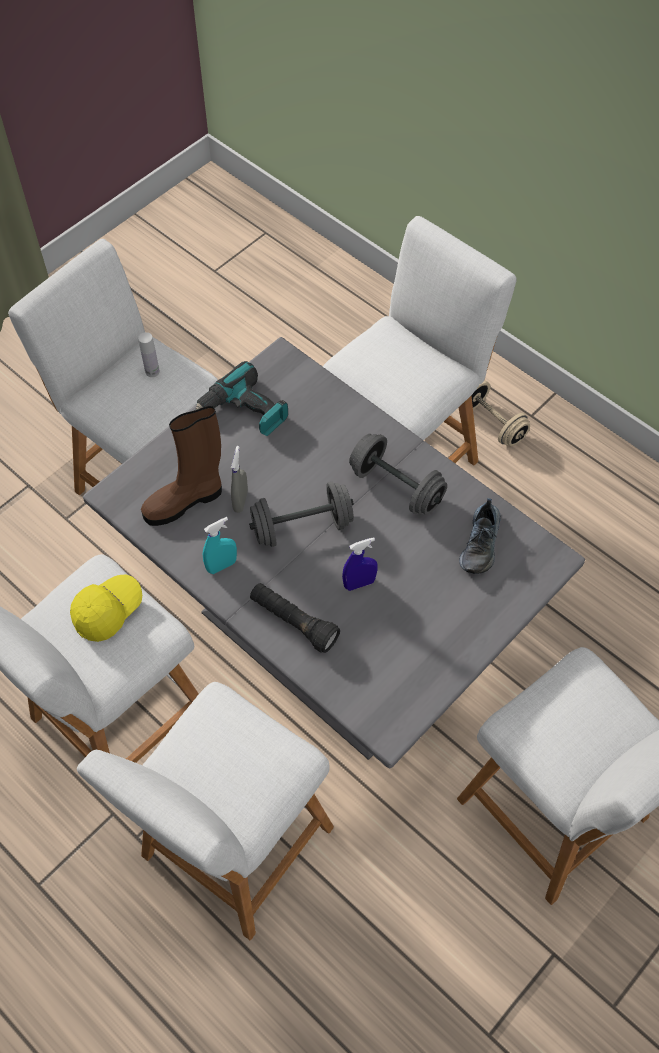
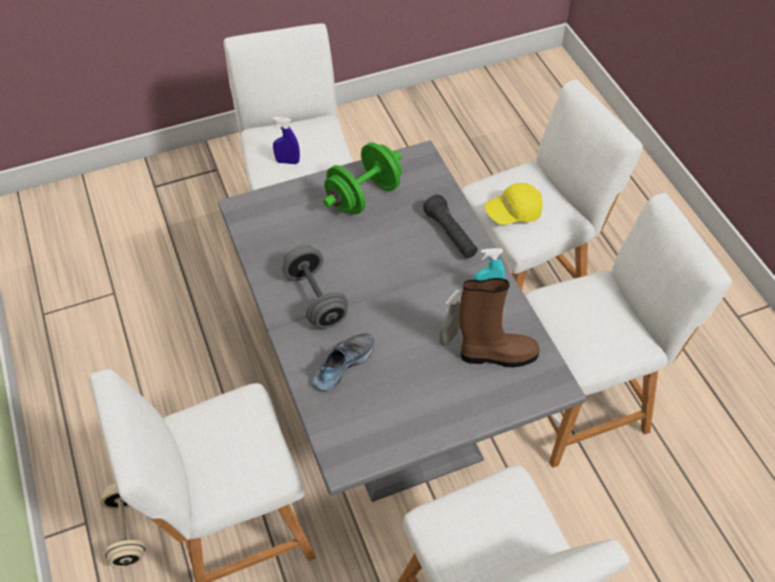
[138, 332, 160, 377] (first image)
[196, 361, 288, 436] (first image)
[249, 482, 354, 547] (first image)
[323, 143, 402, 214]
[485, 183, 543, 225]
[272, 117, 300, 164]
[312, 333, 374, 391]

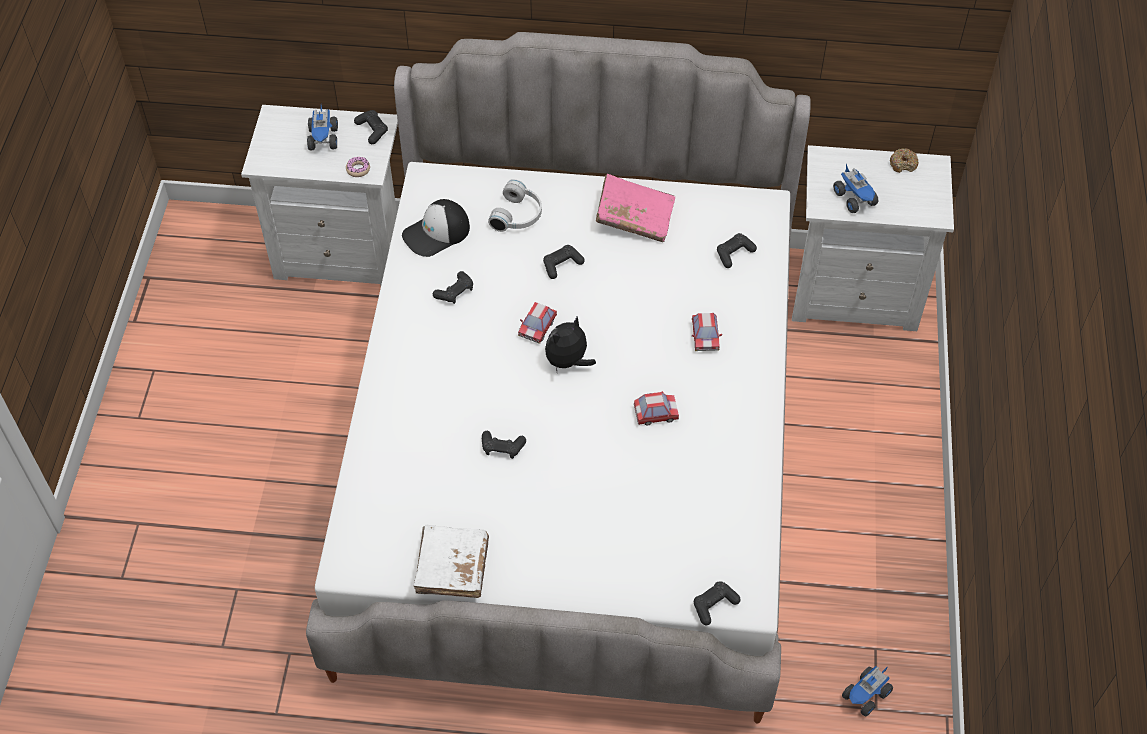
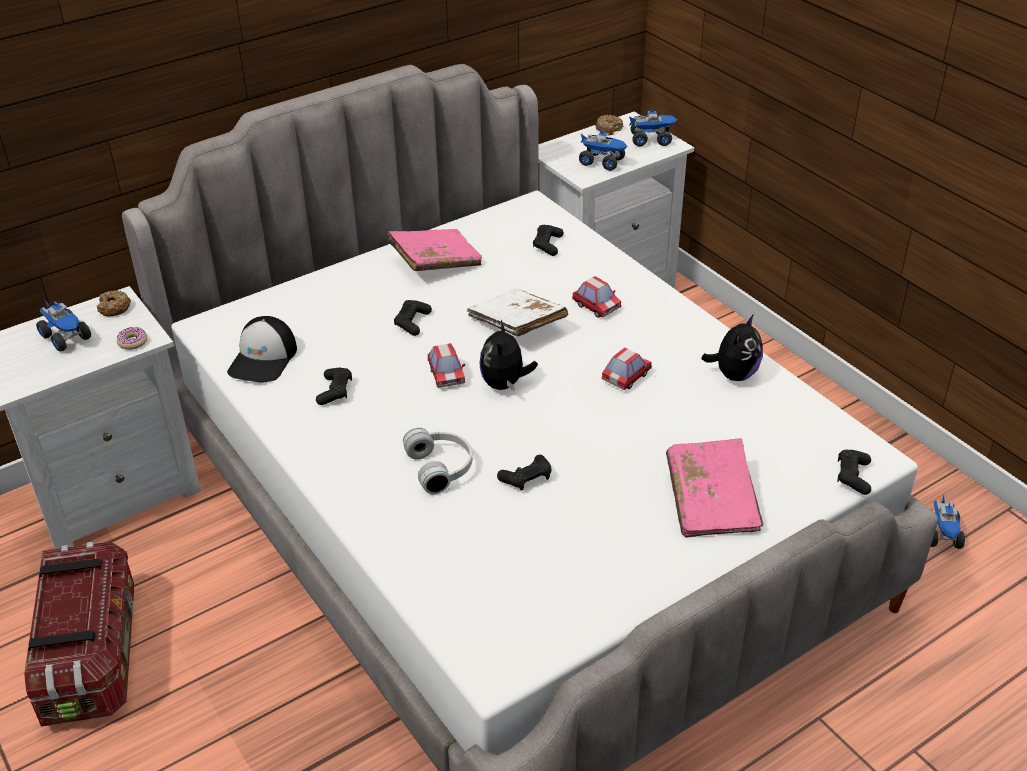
[24, 541, 135, 727]
[629, 108, 677, 146]
[666, 438, 763, 537]
[701, 314, 763, 381]
[467, 289, 568, 337]
[403, 427, 472, 494]
[96, 290, 131, 316]

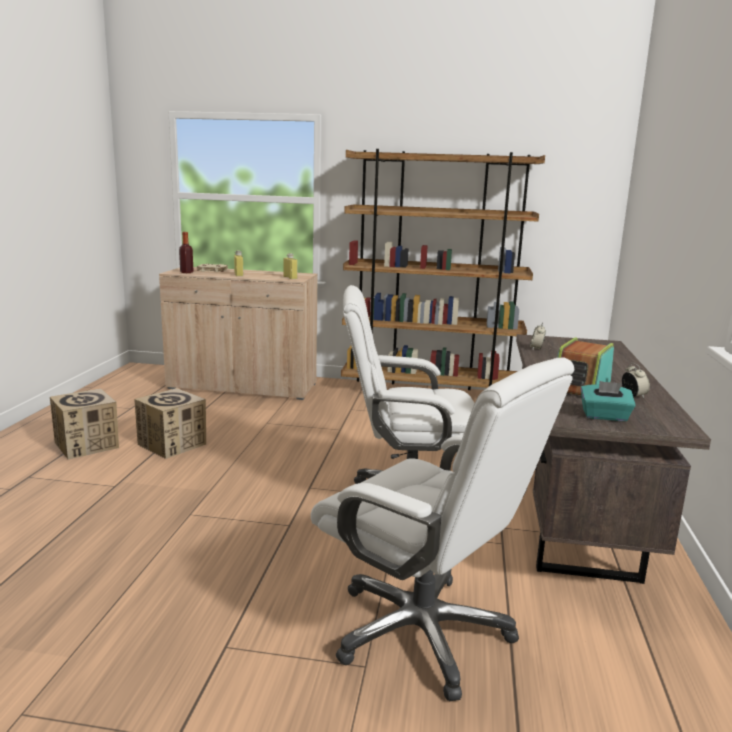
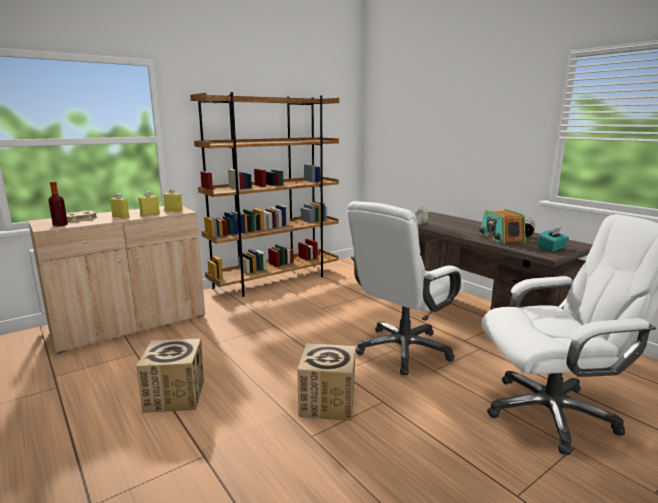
[138, 191, 160, 217]
[297, 343, 356, 421]

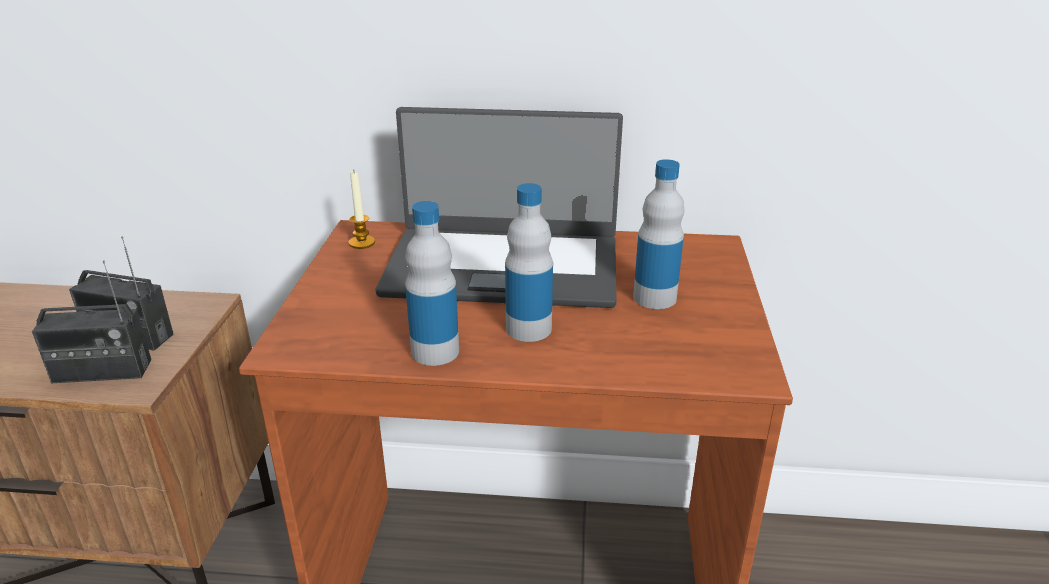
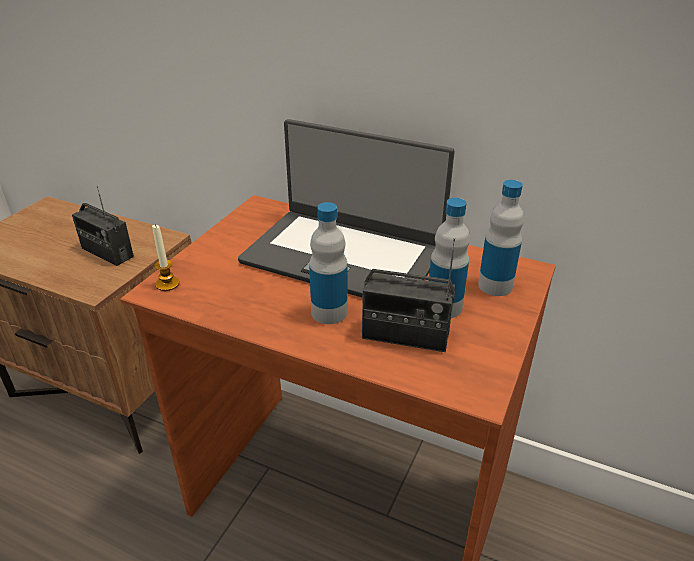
[362, 238, 455, 352]
[152, 224, 180, 291]
[478, 180, 524, 296]

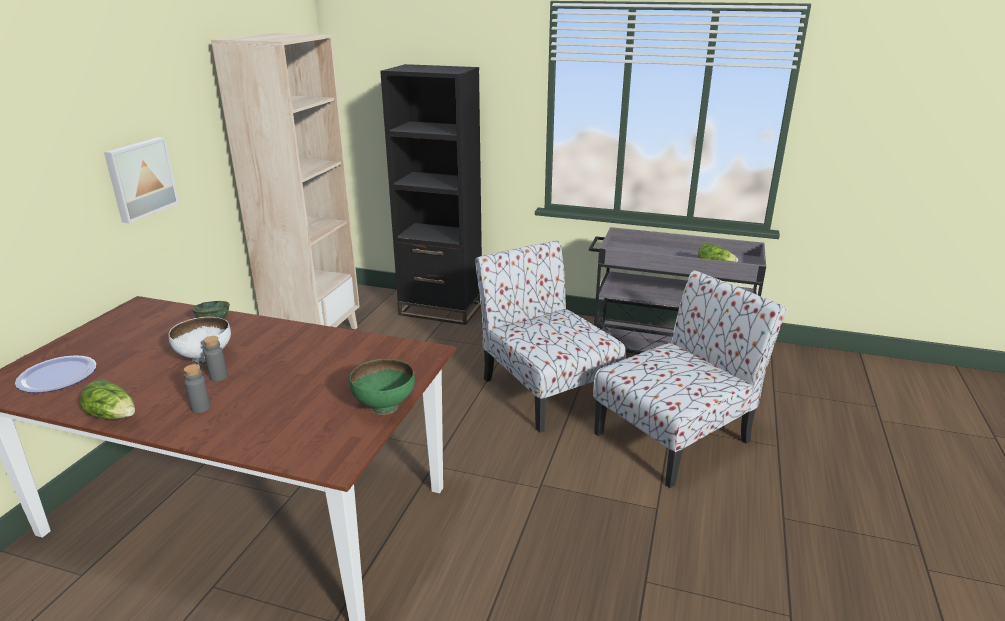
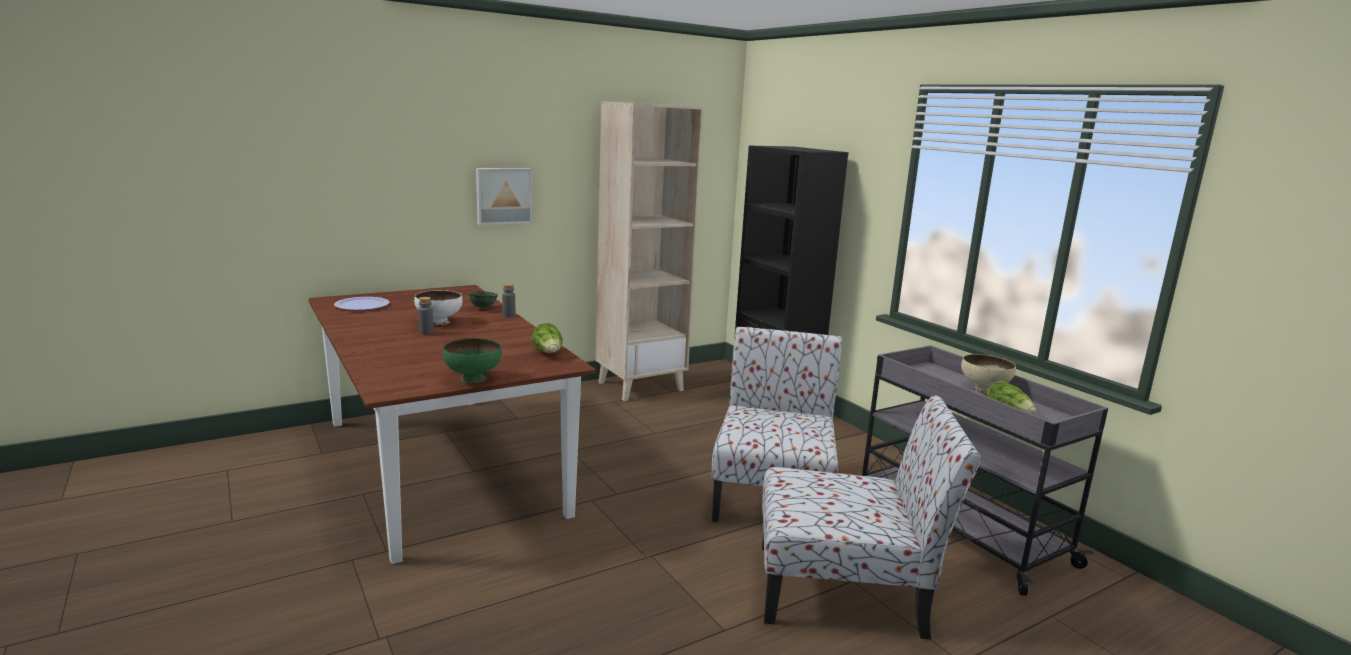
[961, 354, 1016, 394]
[531, 323, 563, 354]
[502, 283, 515, 317]

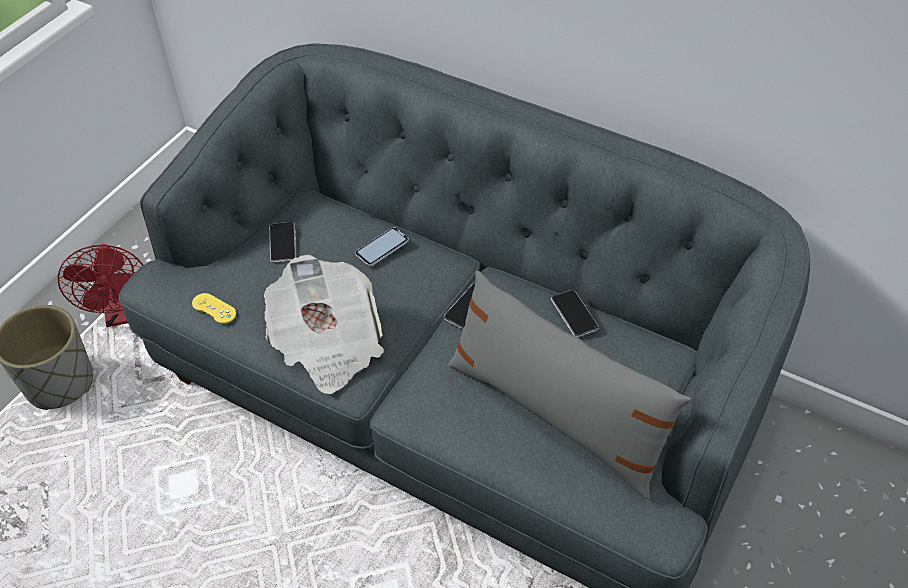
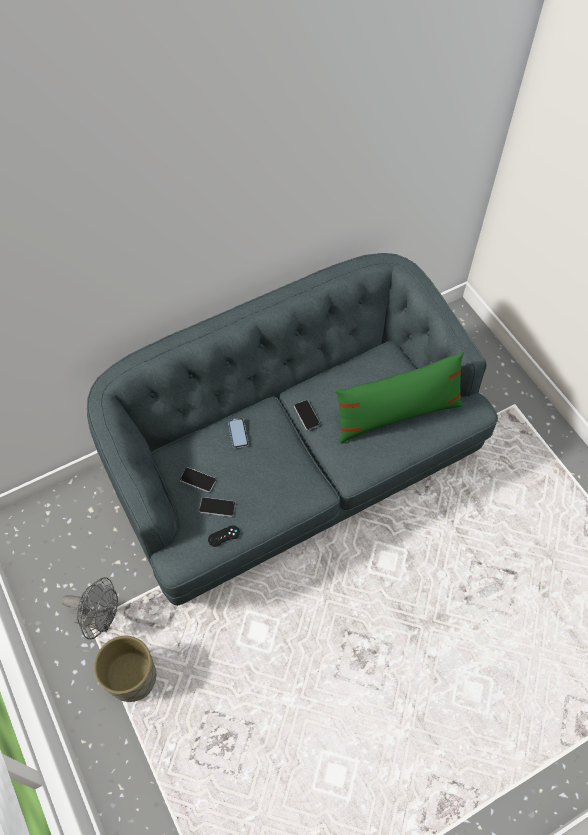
[264, 254, 384, 394] (first image)
[199, 497, 236, 517]
[61, 577, 118, 639]
[208, 526, 240, 547]
[335, 352, 464, 443]

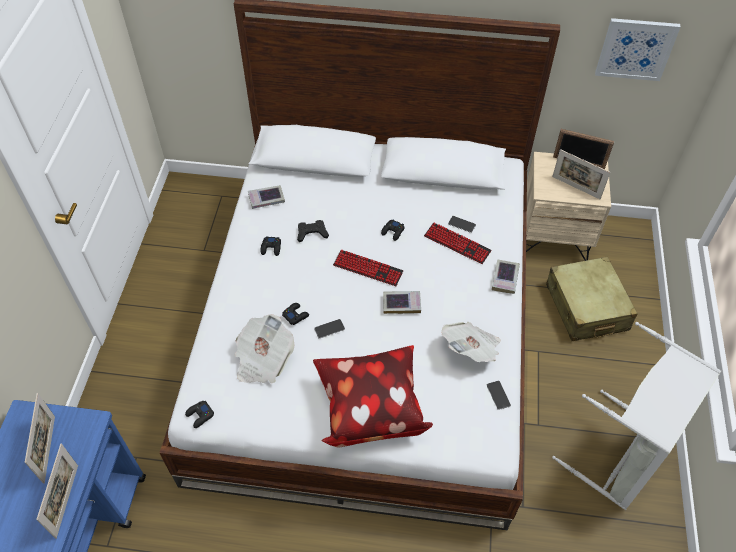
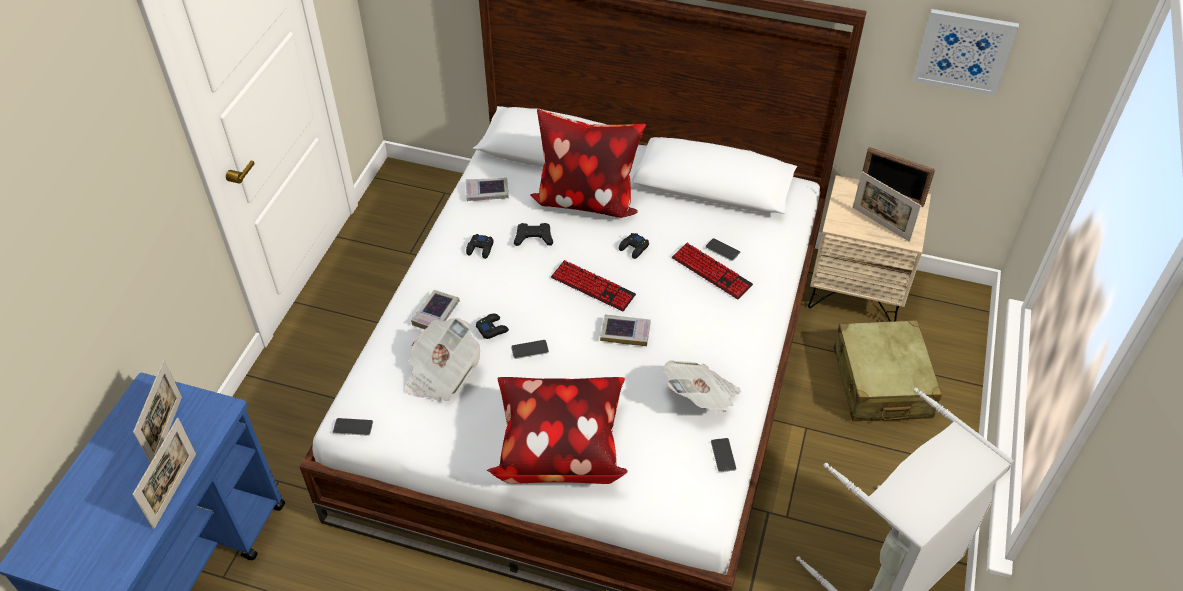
[530, 109, 646, 218]
[411, 290, 460, 329]
[333, 418, 373, 436]

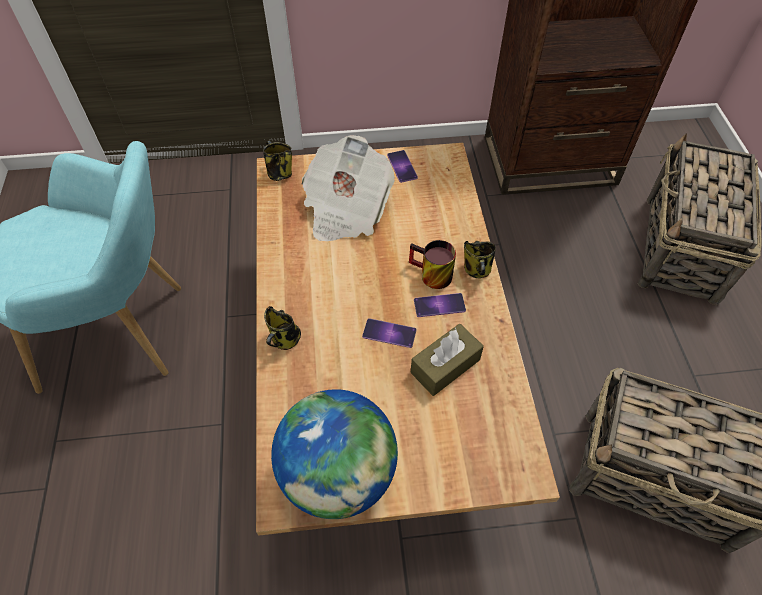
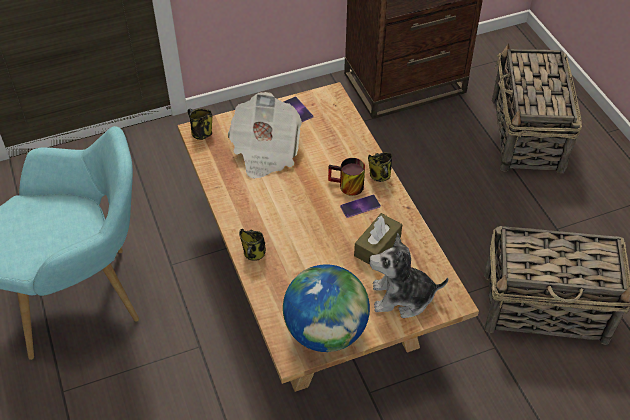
[362, 318, 417, 348] (first image)
[369, 233, 449, 318]

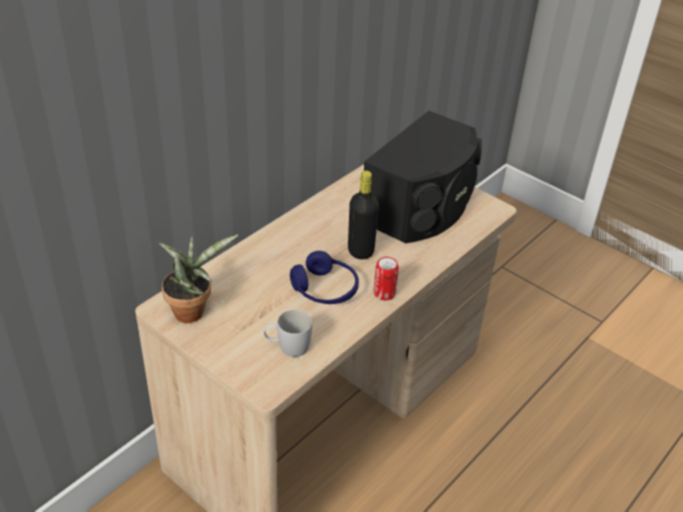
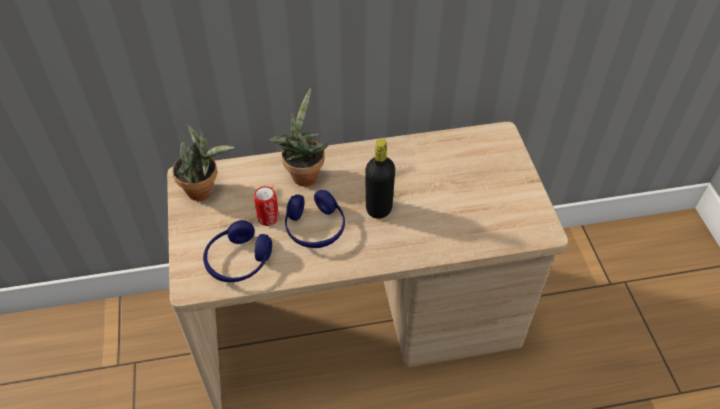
[364, 111, 482, 243] (first image)
[268, 88, 329, 186]
[254, 186, 279, 226]
[203, 220, 272, 282]

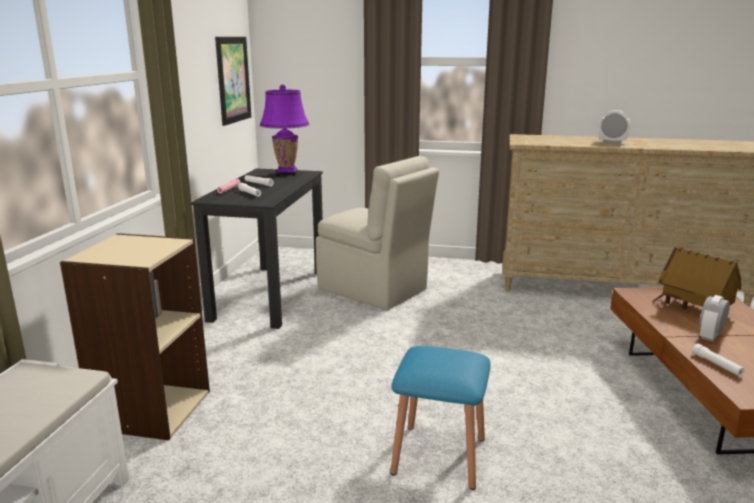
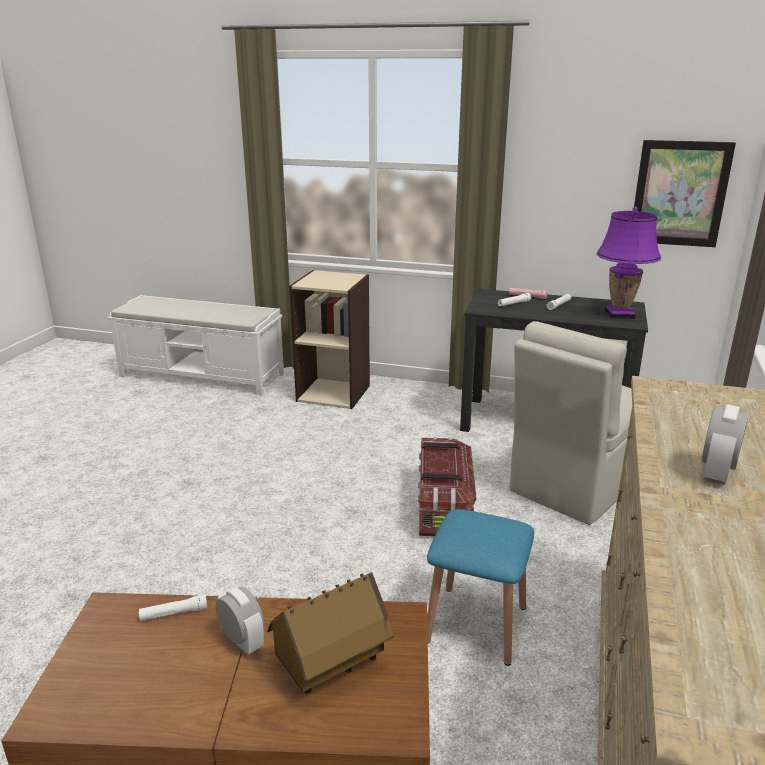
[418, 437, 476, 536]
[427, 509, 534, 666]

